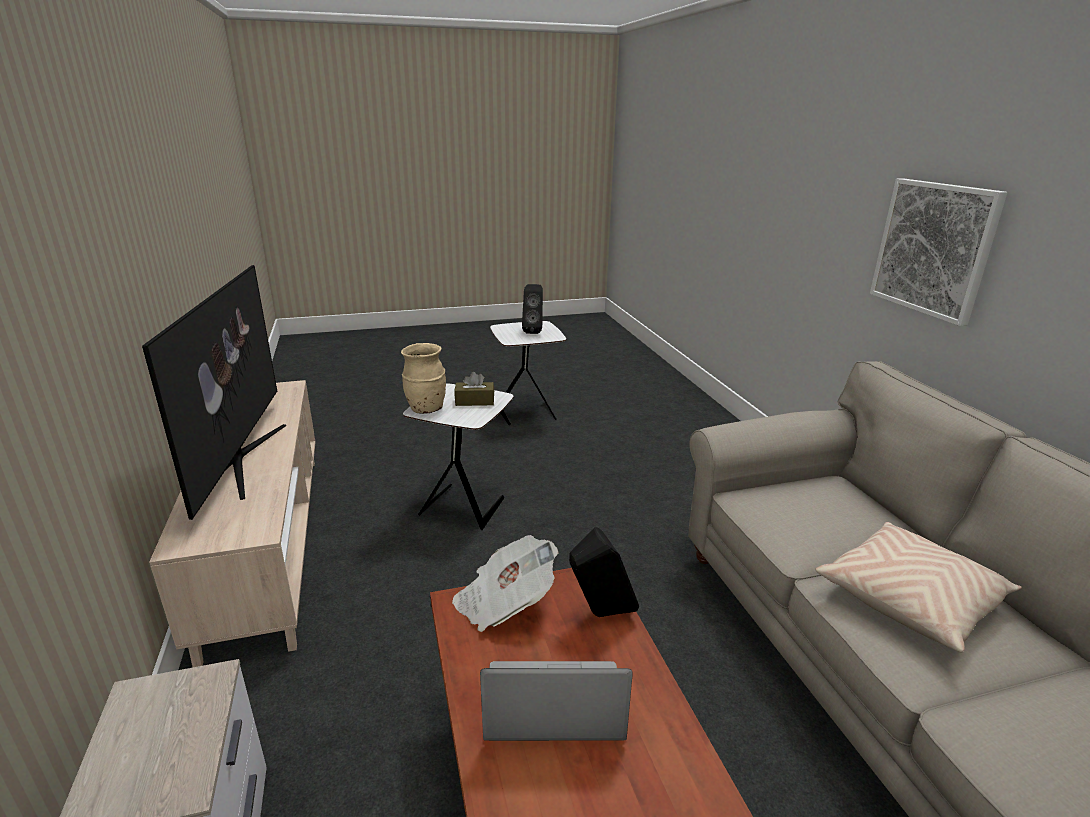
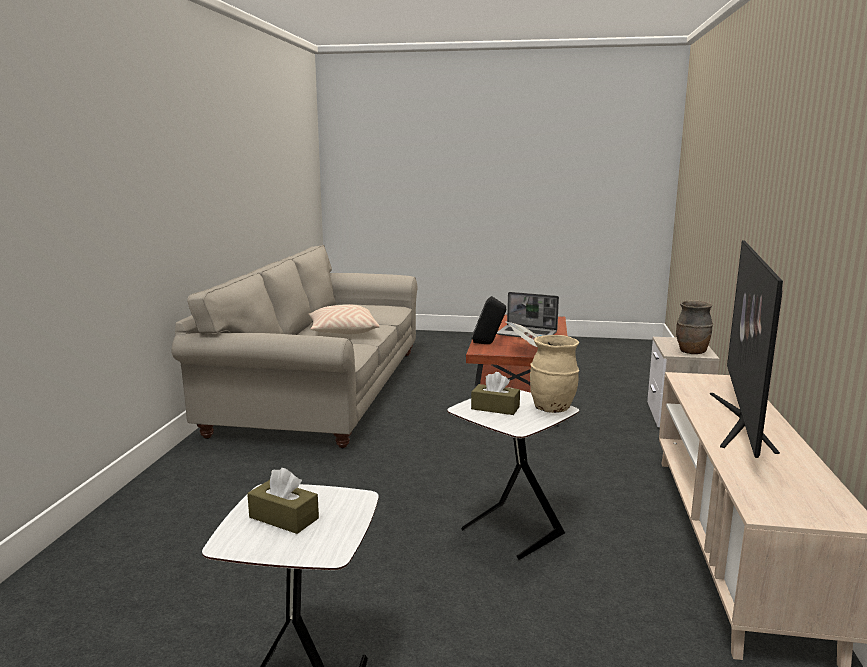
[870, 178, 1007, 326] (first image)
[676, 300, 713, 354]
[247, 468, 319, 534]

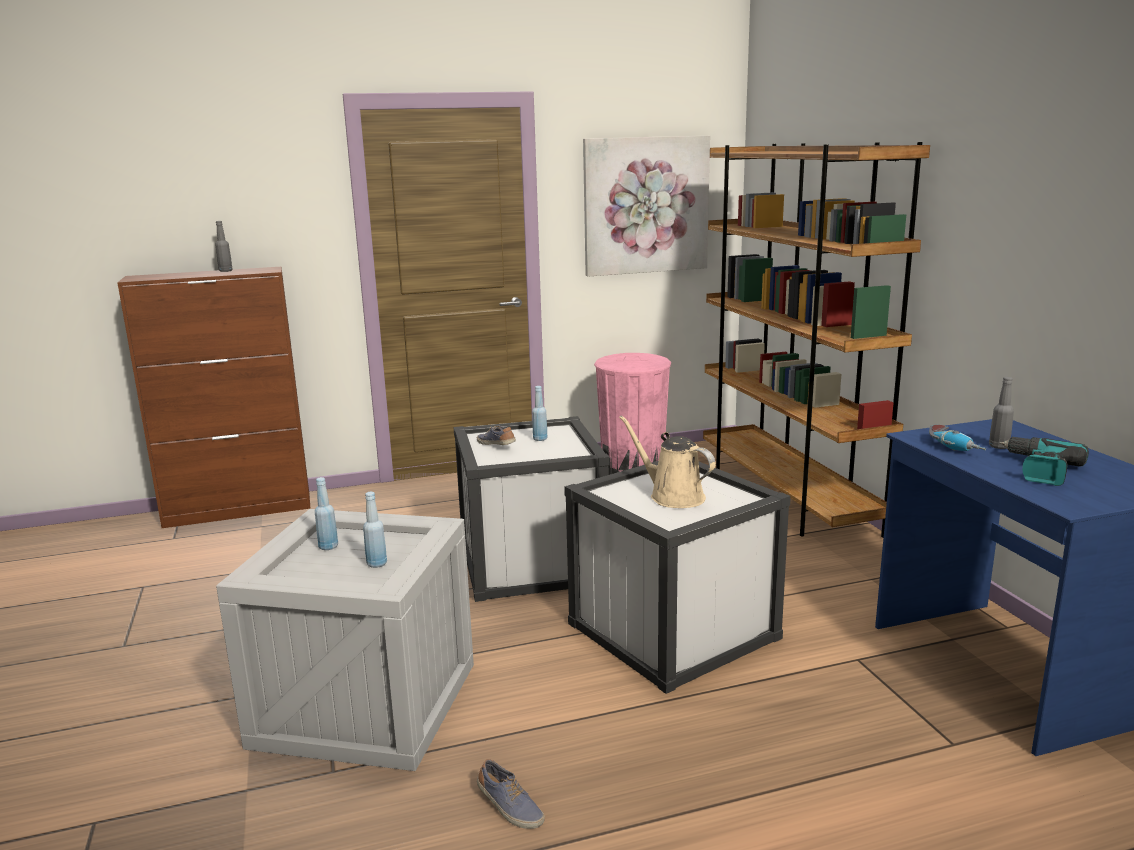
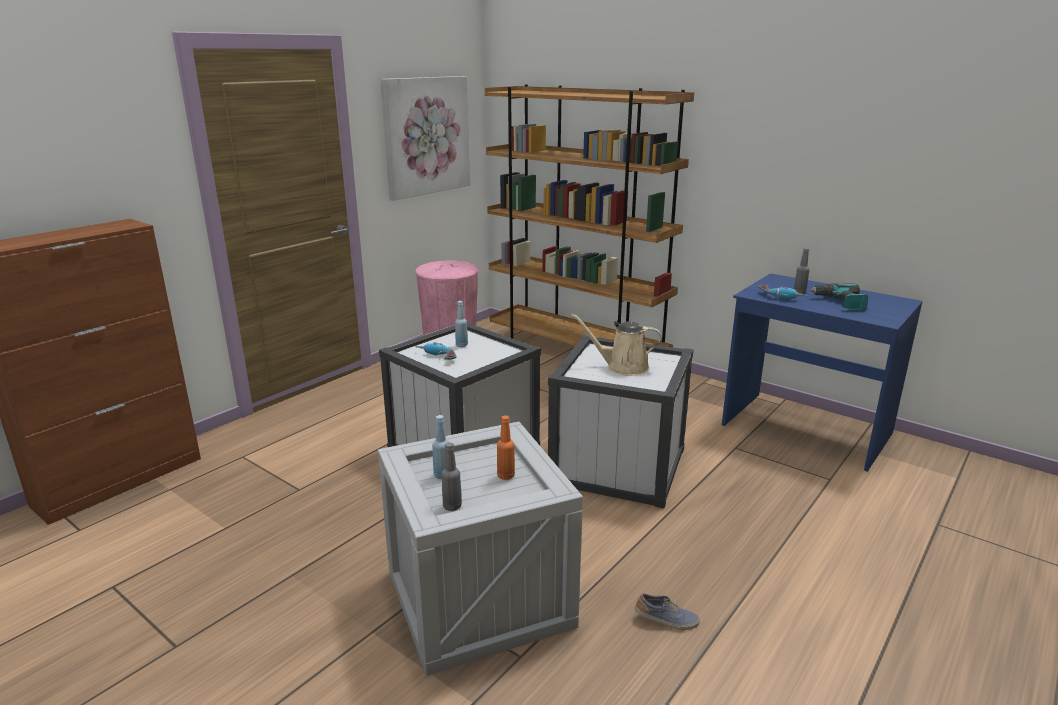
[441, 442, 462, 511]
[415, 342, 457, 360]
[497, 415, 515, 480]

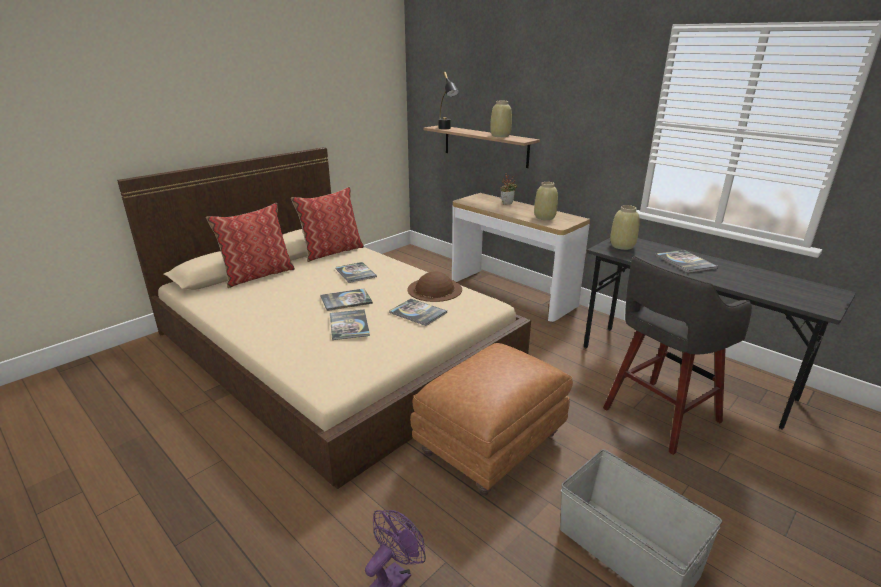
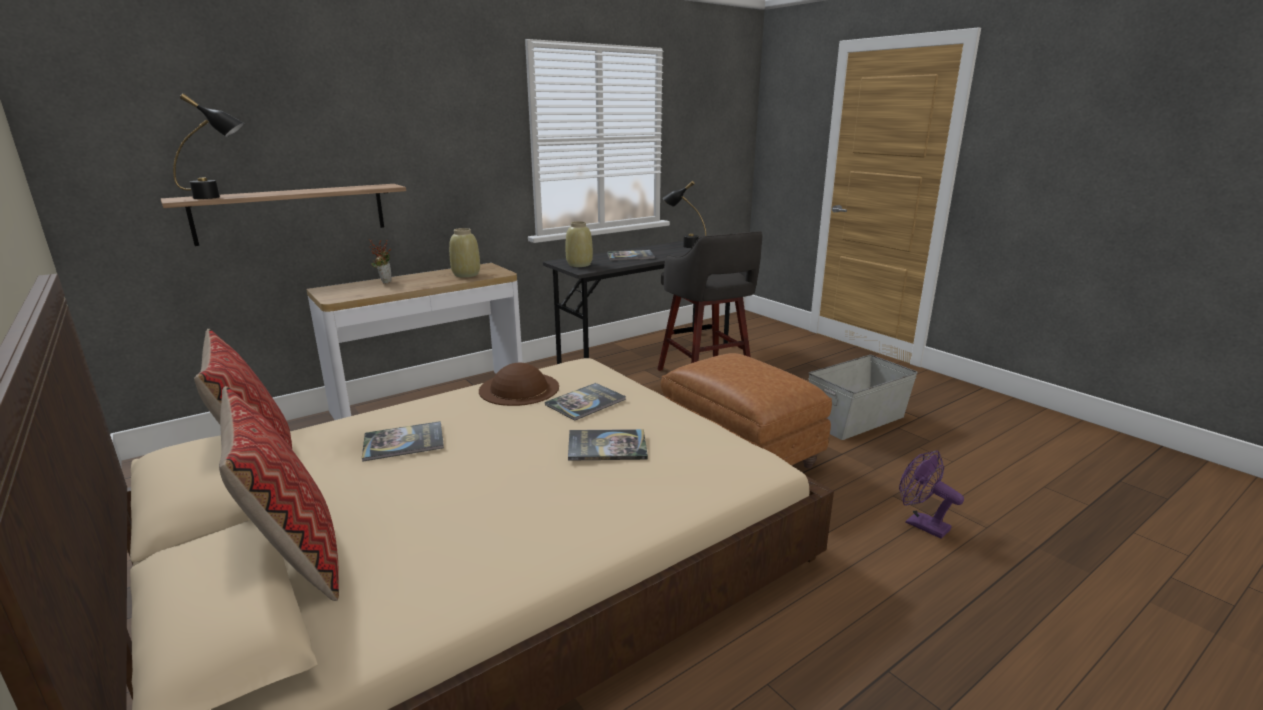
[321, 288, 373, 311] (first image)
[490, 101, 512, 137] (first image)
[663, 181, 706, 248]

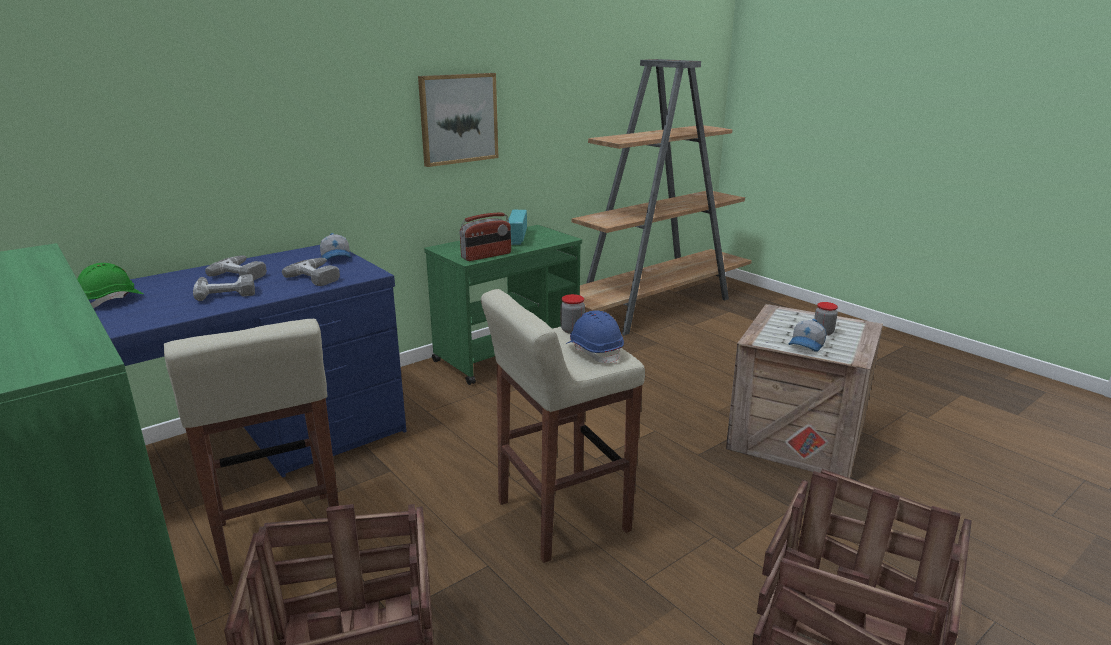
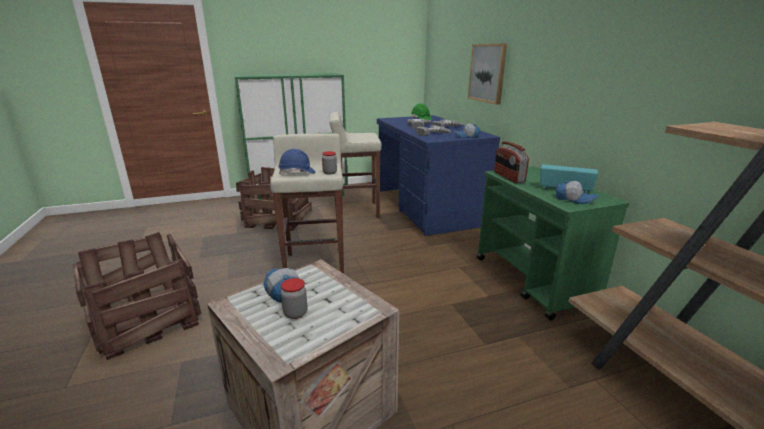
[556, 181, 599, 204]
[468, 43, 507, 105]

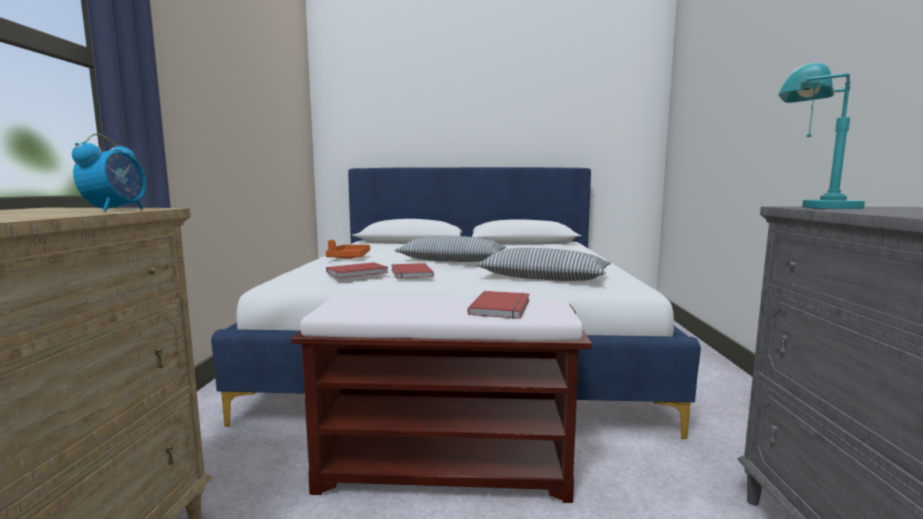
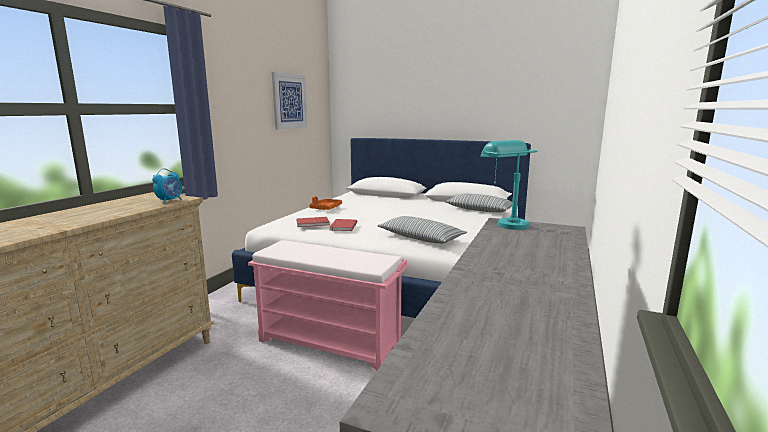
[468, 291, 530, 319] (first image)
[272, 72, 308, 130]
[445, 194, 512, 213]
[248, 240, 407, 371]

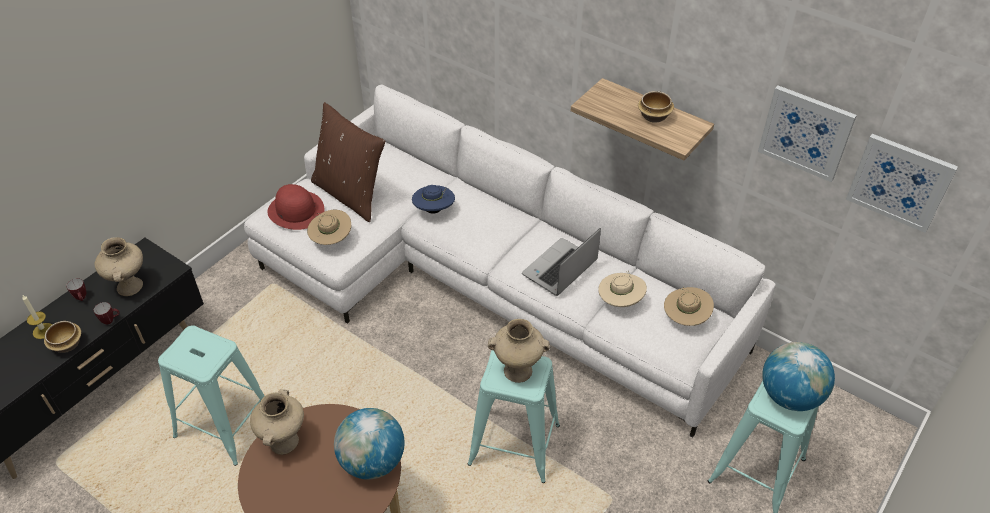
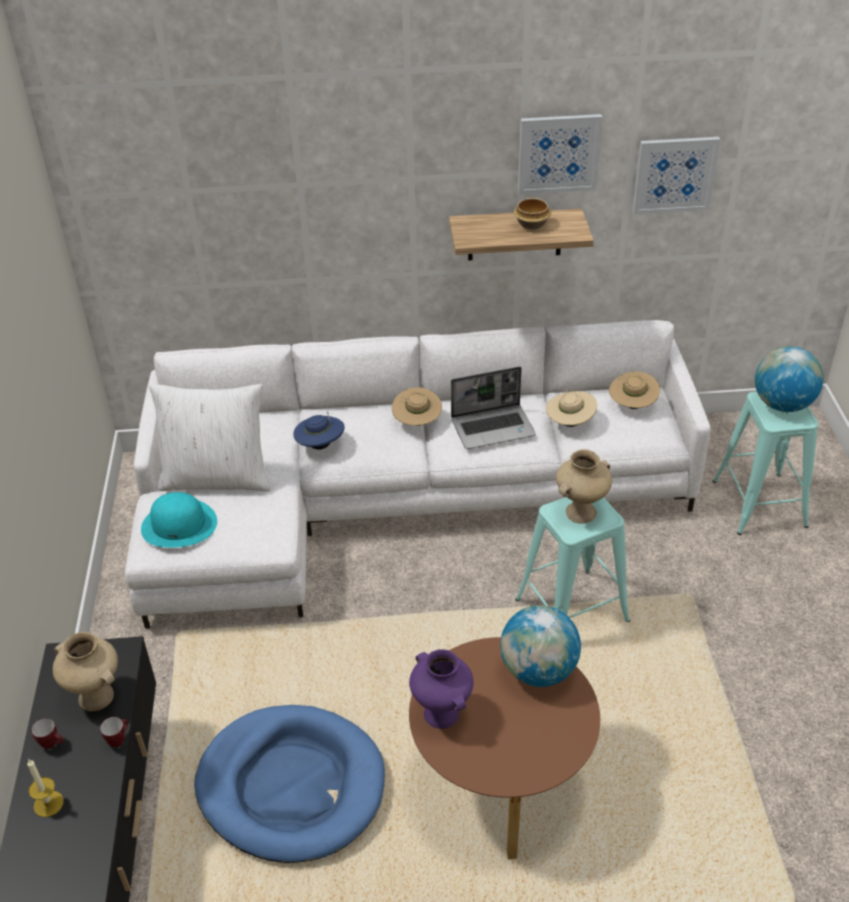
[44, 321, 81, 353] (first image)
[392, 387, 442, 426]
[518, 114, 602, 195]
[194, 705, 385, 863]
[409, 649, 474, 729]
[141, 492, 217, 548]
[149, 384, 271, 492]
[451, 367, 536, 449]

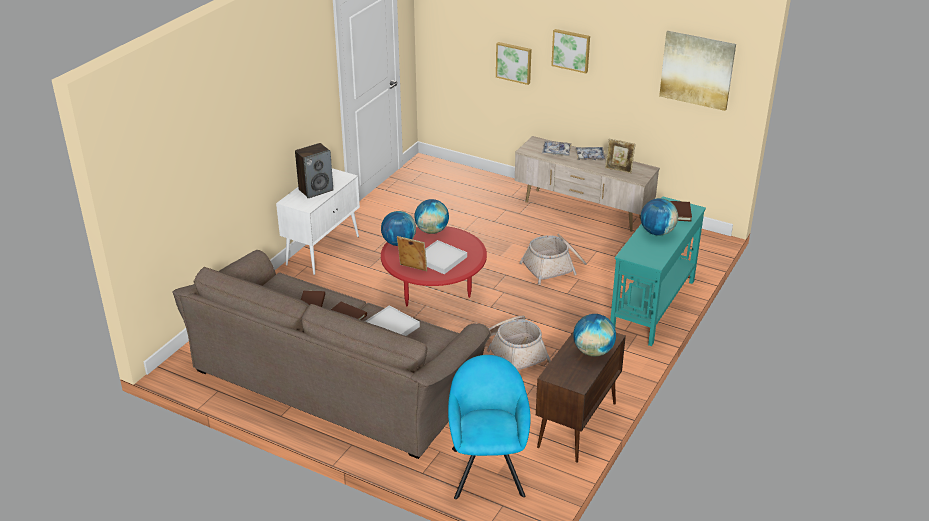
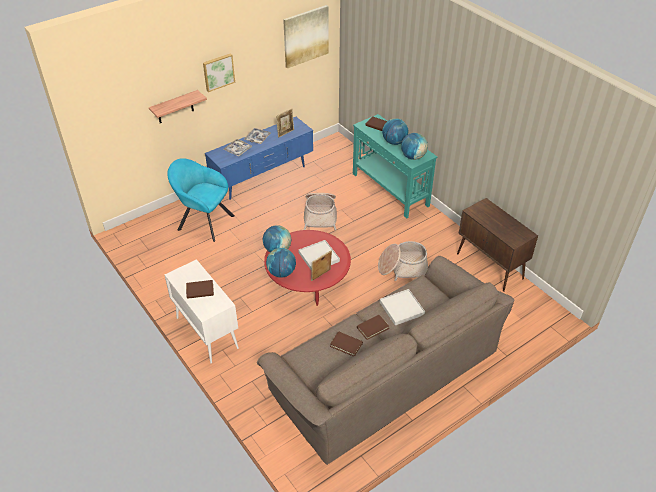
[167, 158, 235, 242]
[401, 133, 428, 160]
[186, 280, 214, 299]
[149, 90, 207, 123]
[205, 117, 313, 200]

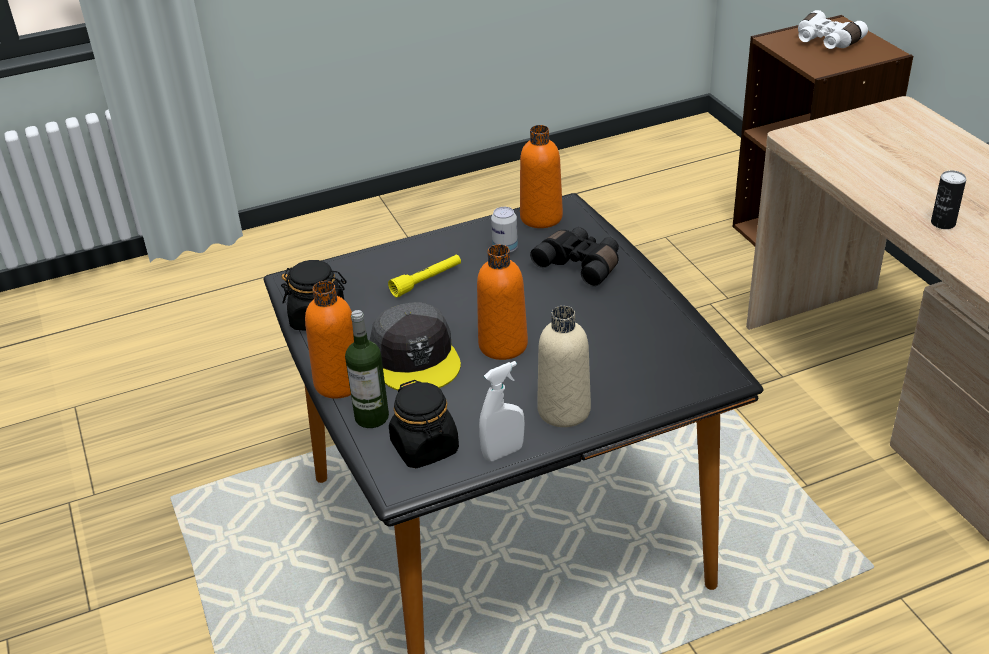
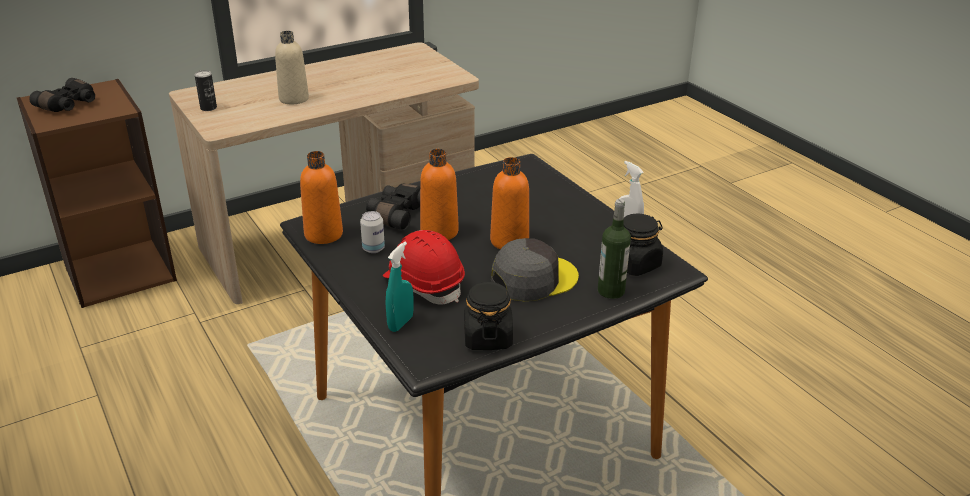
[385, 242, 414, 332]
[420, 149, 459, 240]
[275, 31, 309, 104]
[195, 70, 217, 111]
[383, 230, 465, 305]
[29, 78, 95, 112]

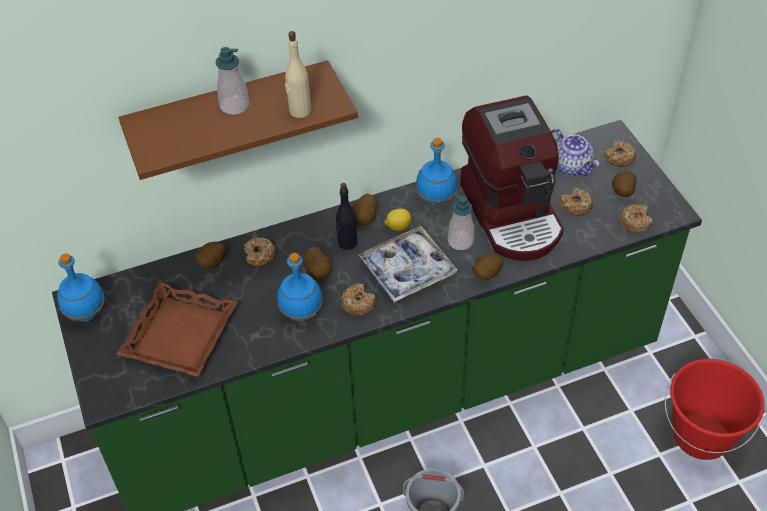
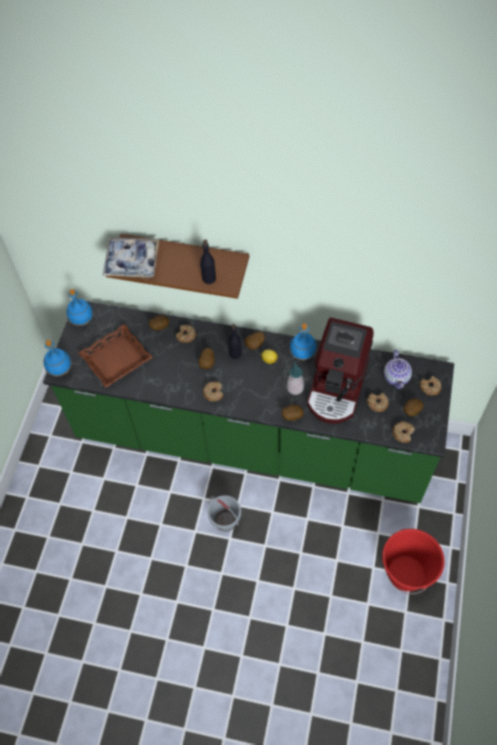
[215, 47, 249, 115] (first image)
[44, 340, 72, 377]
[102, 238, 159, 278]
[200, 239, 216, 284]

